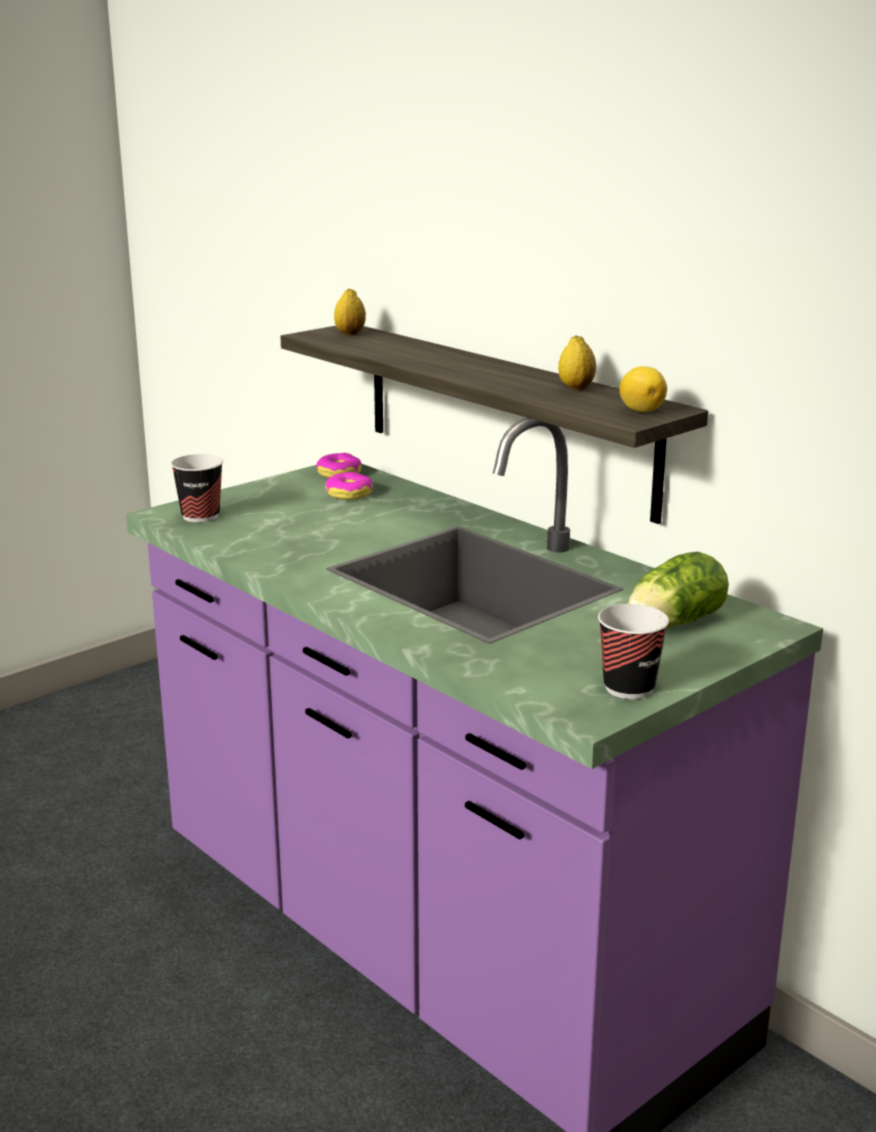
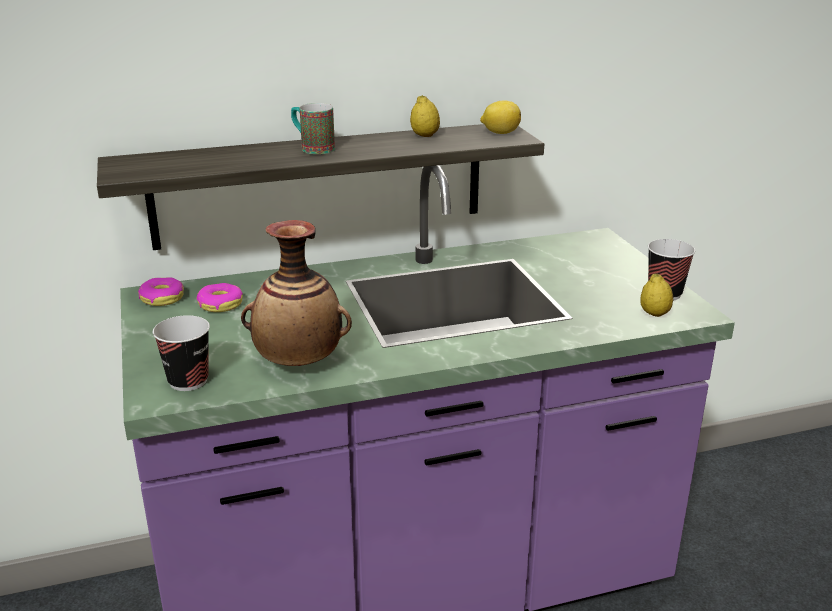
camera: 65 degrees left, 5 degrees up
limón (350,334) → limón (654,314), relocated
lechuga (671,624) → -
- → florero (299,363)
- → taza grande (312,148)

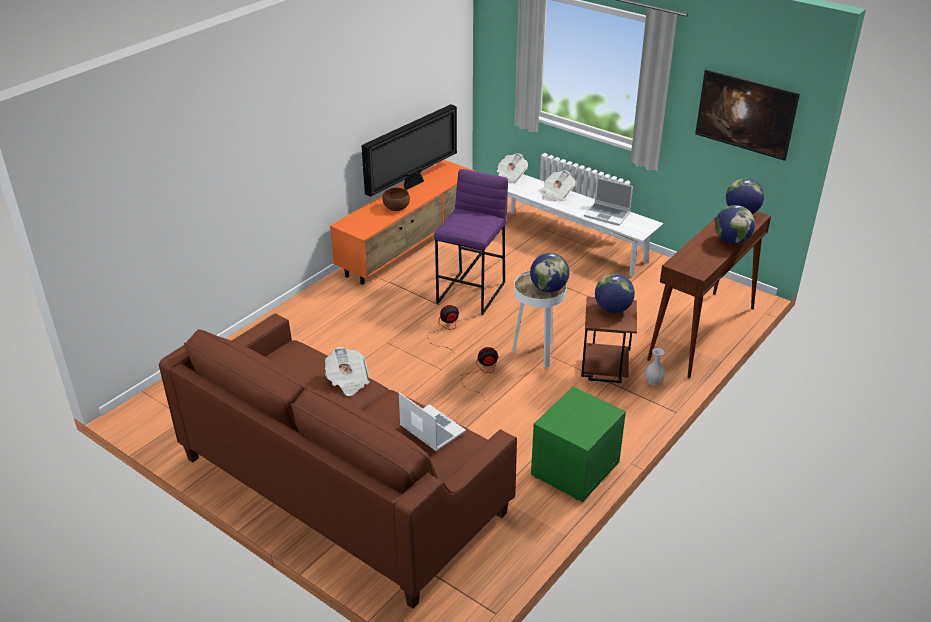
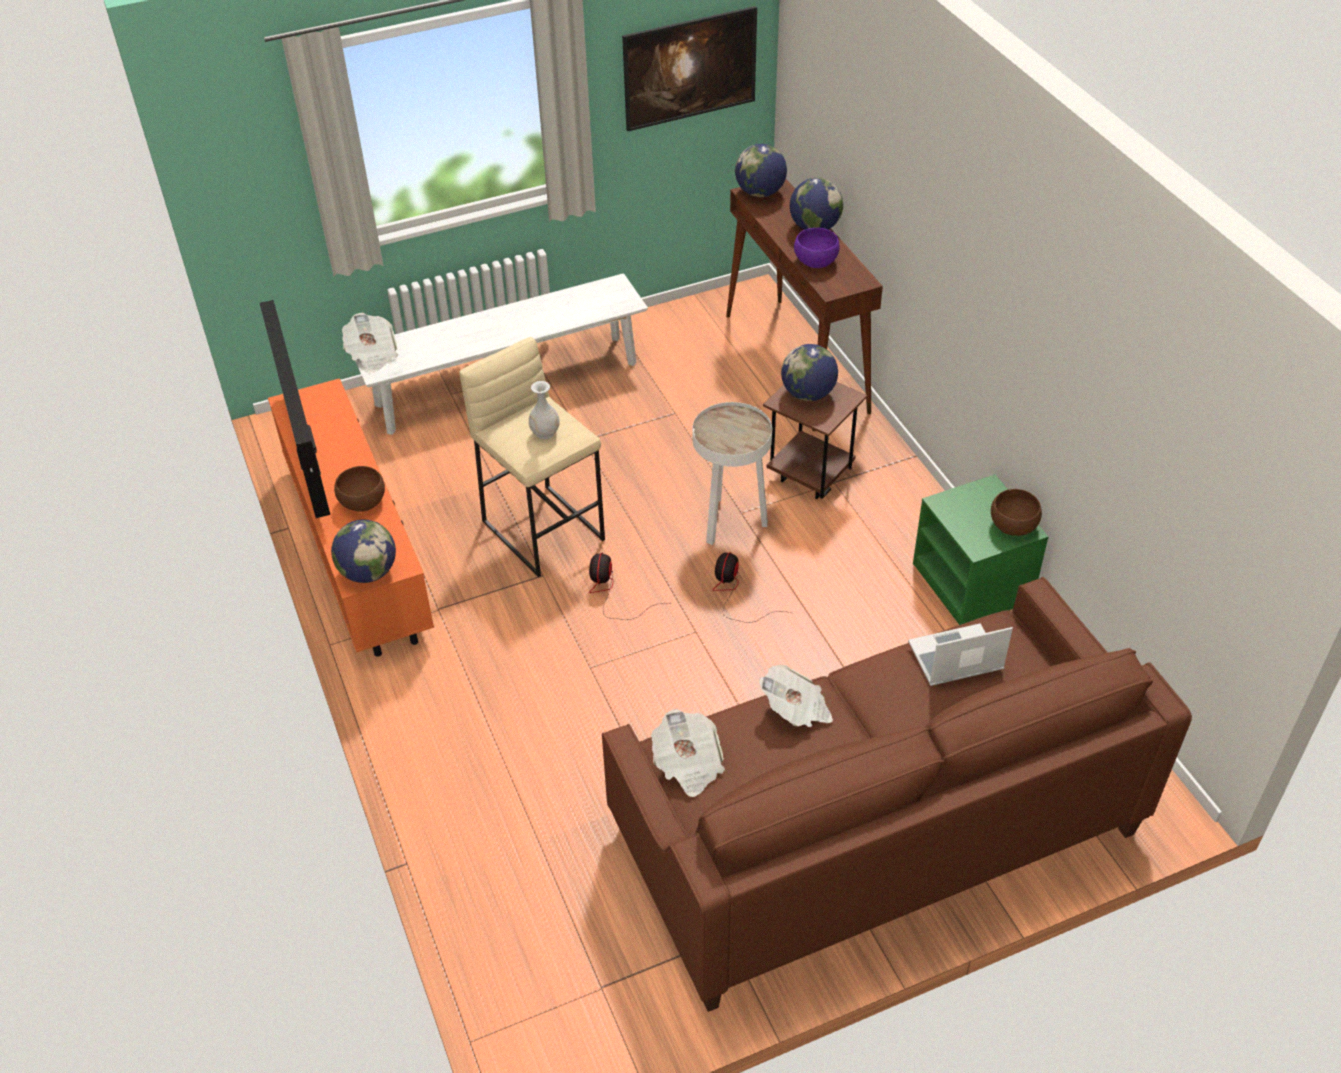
camera: 60 degrees left, 10 degrees up
taburete (morado) (472,293) → taburete (beis) (544,530)
globo terráqueo (548,288) → globo terráqueo (368,572), relocated
periódico (556,194) → periódico (688,765), relocated
portátil (607,215) → -
florero (blanco) (654,381) → florero (blanco) (545,432), relocated
- → cuenco (morado) (815,261)
- → cuenco (marrón) (1013,525)

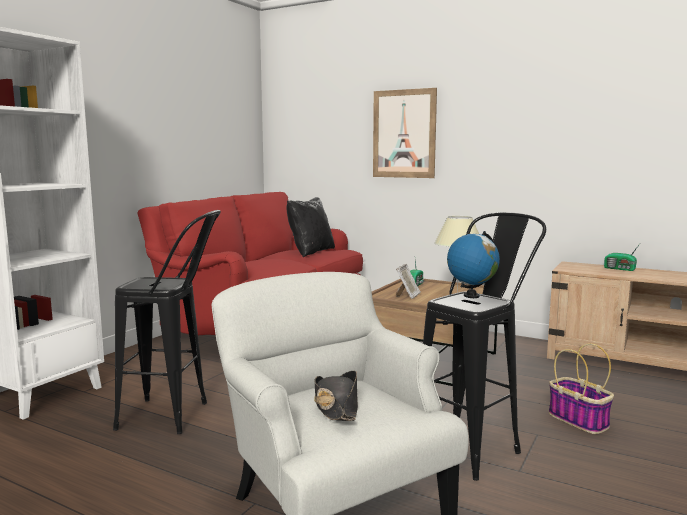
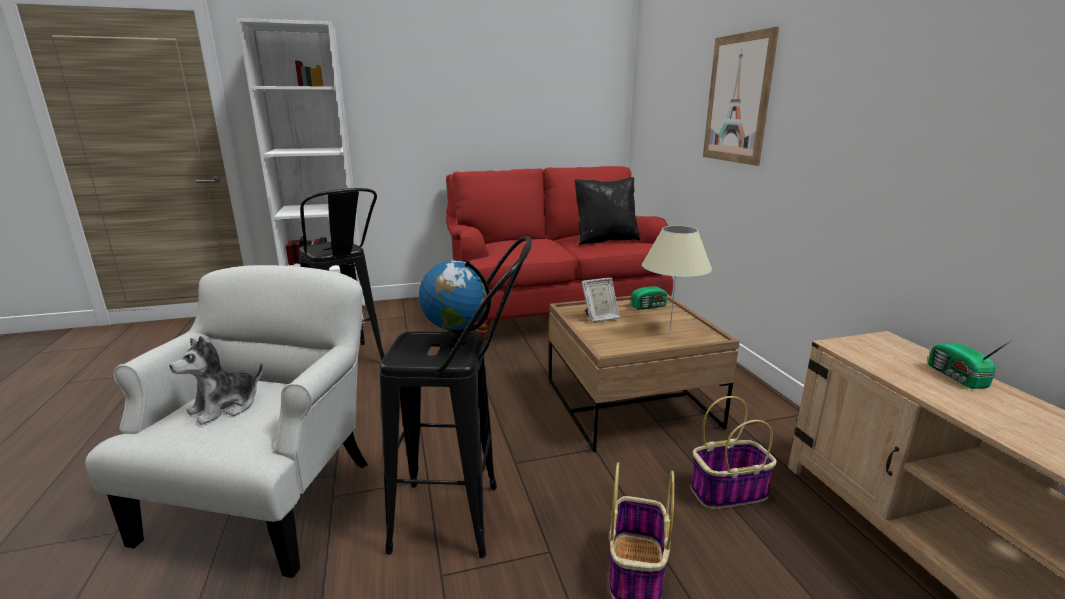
camera: 45 degrees right, 10 degrees up
sombrero (negro) (336,406) → peluche (225,407)
- → cesta (729,491)

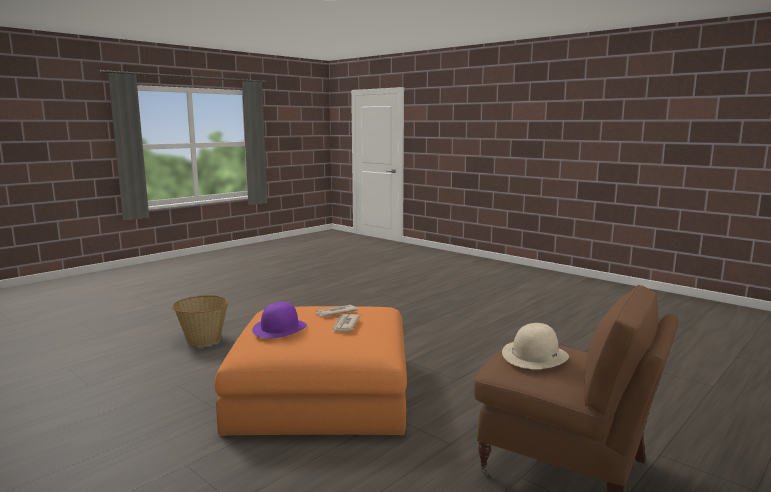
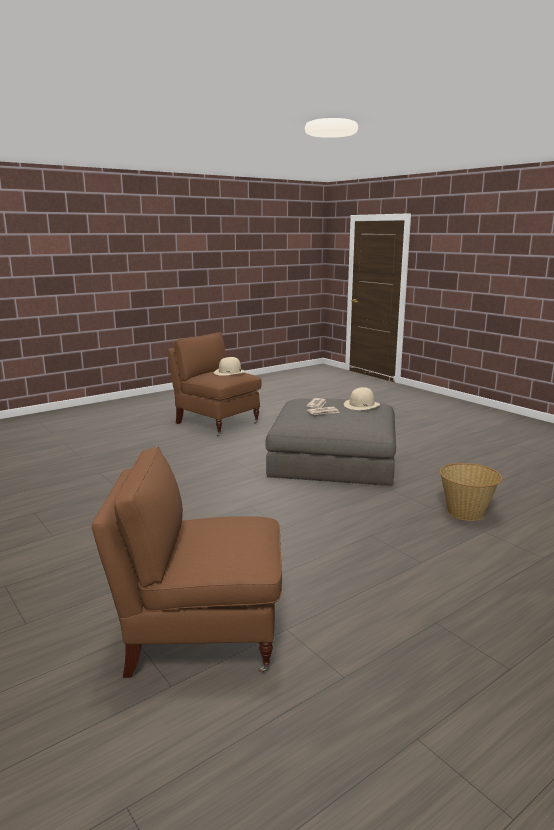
camera: 170 degrees left, 5 degrees up
puf (naranja) (321,392) → puf (gris) (333,459)
sombrero (morado) (279,328) → sombrero (beis) (361,405)
- → sillón (marrón) (200,635)

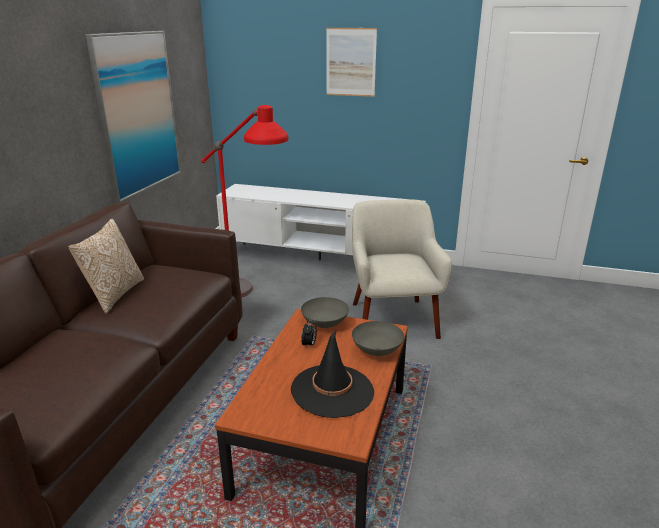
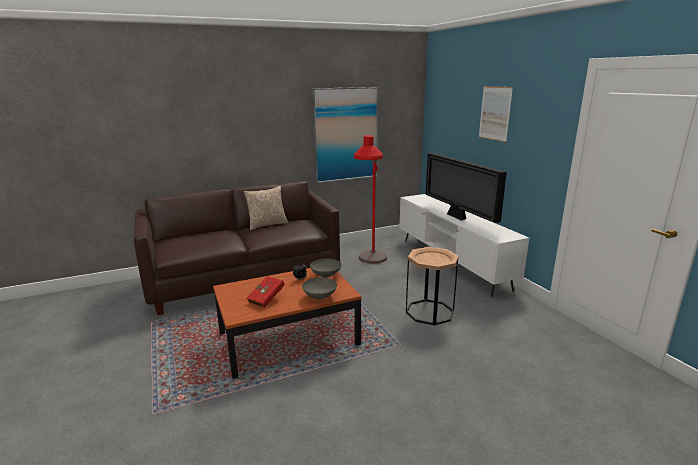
camera: 50 degrees right, 5 degrees down
sombrero (negro) (332,390) → libro (rojo) (268,299)
sillón (beis) (392,319) → mesa auxiliar (marrón) (429,312)
- → televisor (457,217)

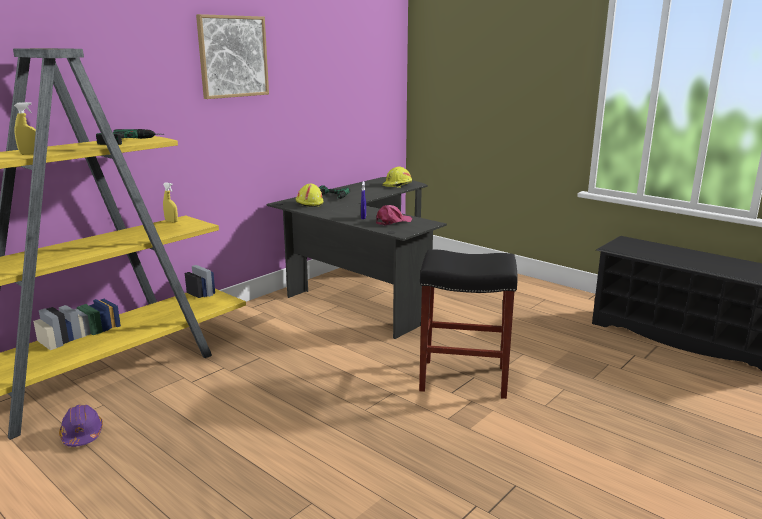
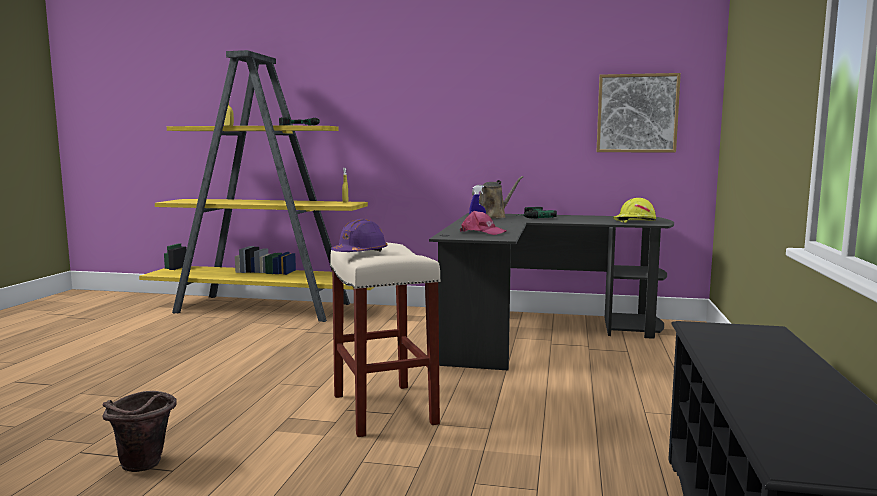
camera: 60 degrees right, 10 degrees down
casco (morado) (82,434) → casco (morado) (360,253), relocated
cuadro (233,56) → cuadro (637,113), relocated
casco (amarillo) (309,203) → regadera (marrón) (493,216)
taburete (negro) (465,378) → taburete (beis) (385,410)
- → cubo (marrón) (144,467)

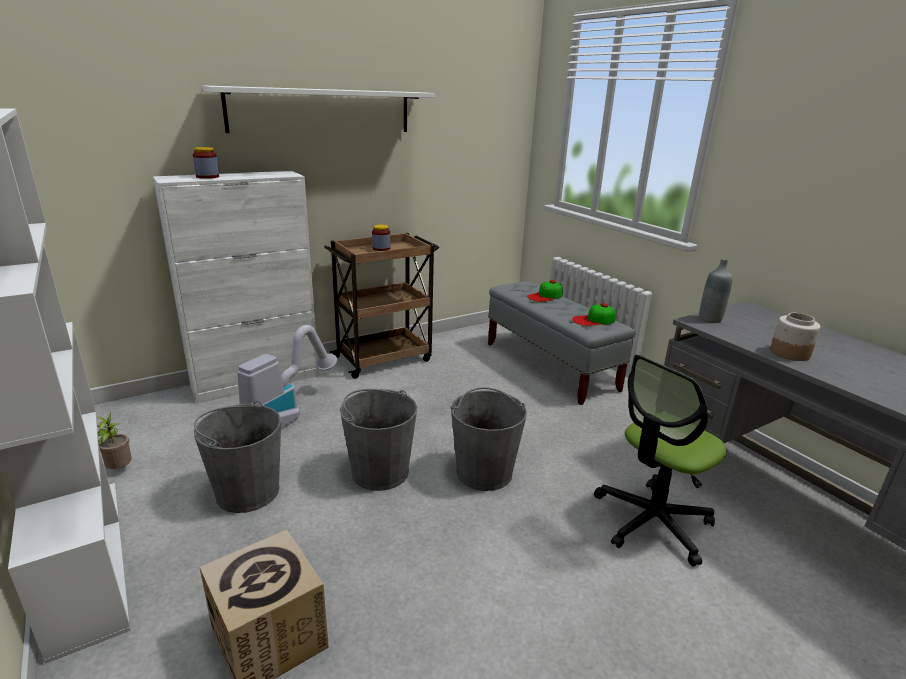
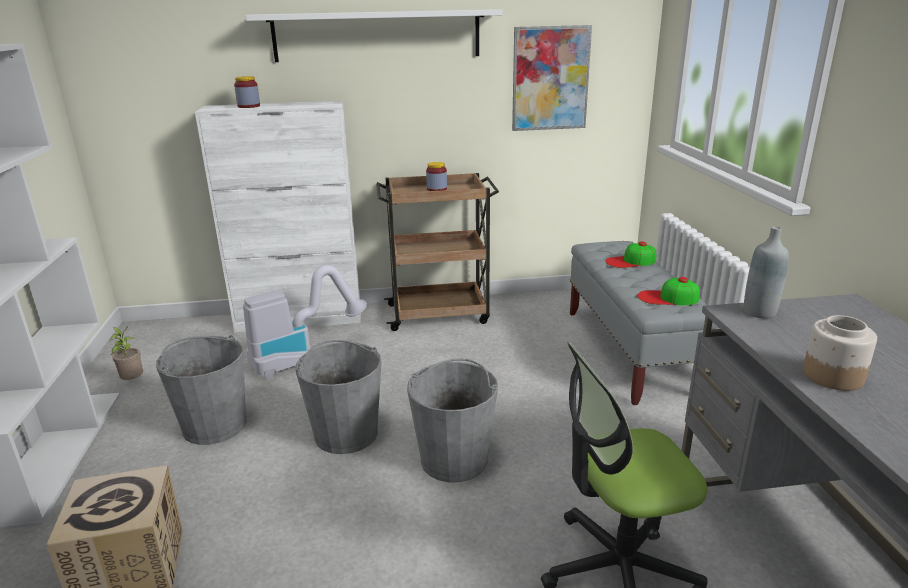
camera: 25 degrees right, 0 degrees up
- → cuadro (550,79)

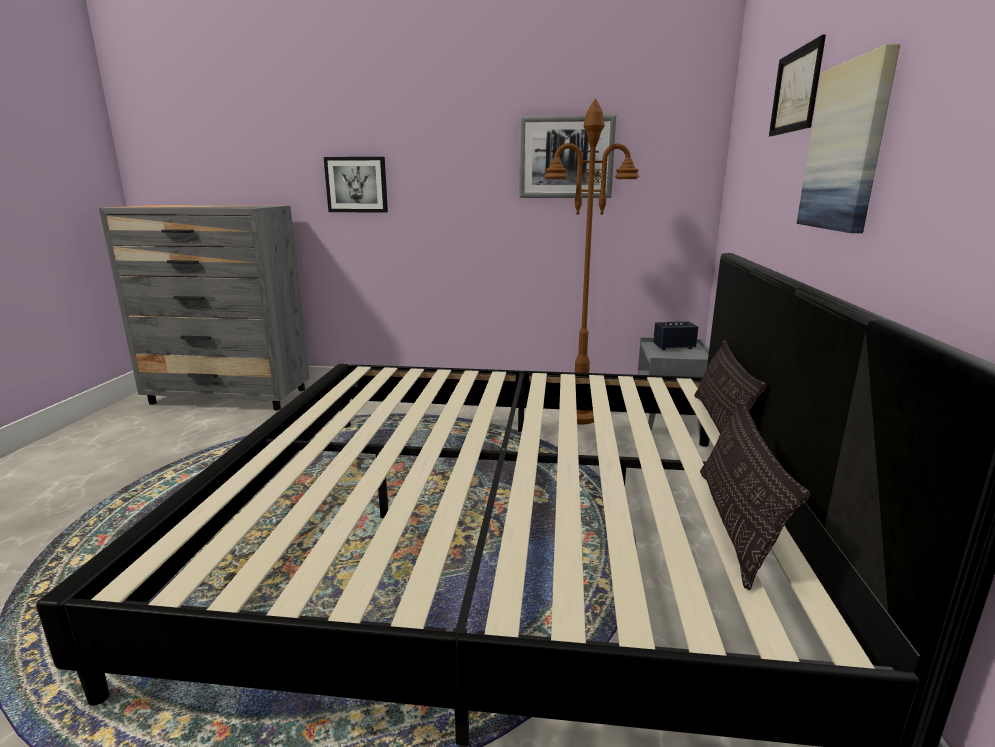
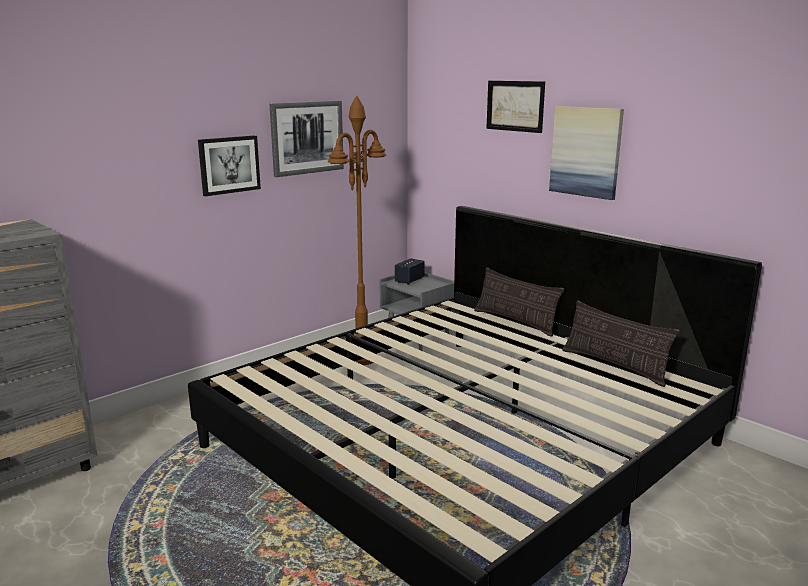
camera: 50 degrees left, 0 degrees up
cuadro (356,184) → cuadro (229,165), relocated

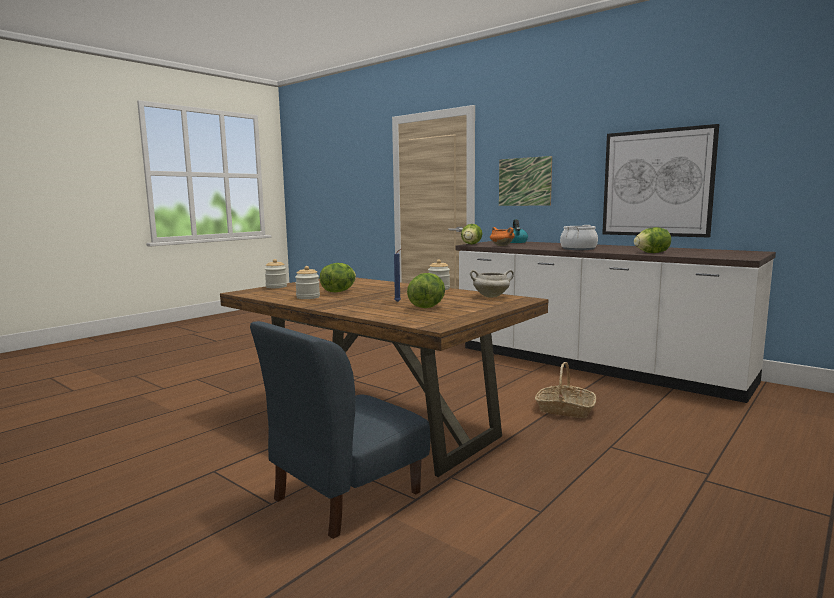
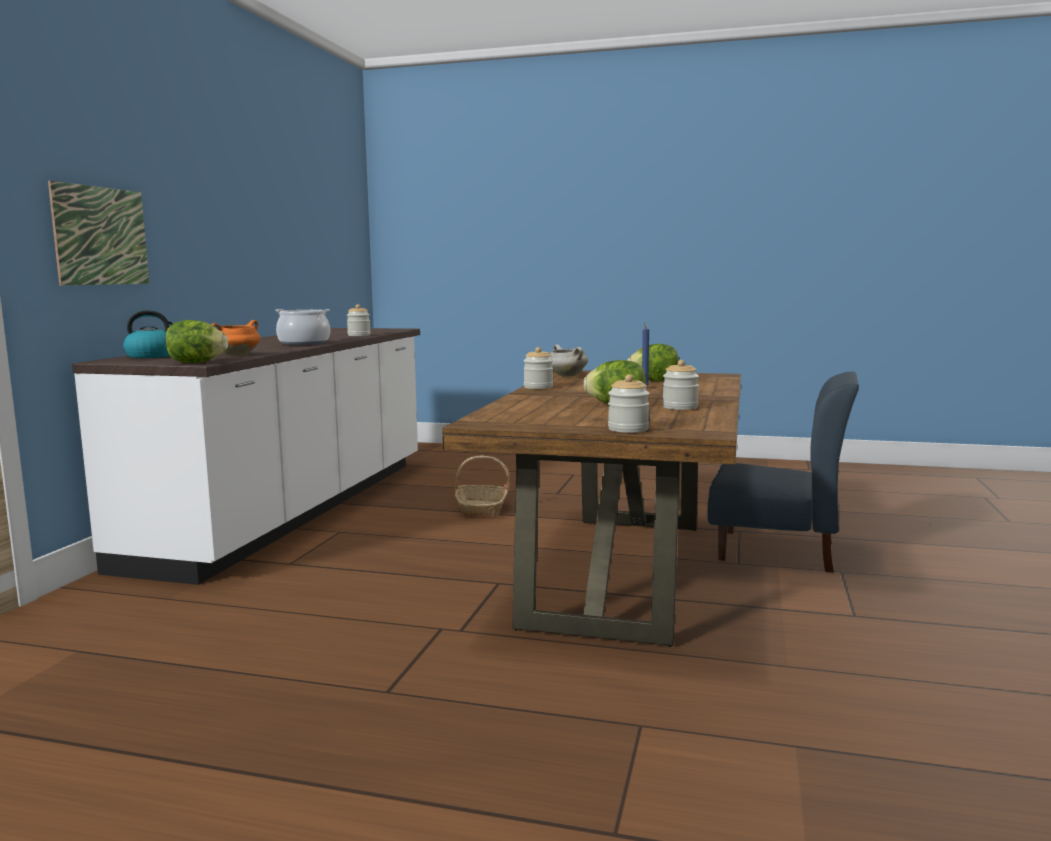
camera: 115 degrees left, 0 degrees up
cuadro (657,183) → -
lechuga (652,253) → tarro (359,335)

